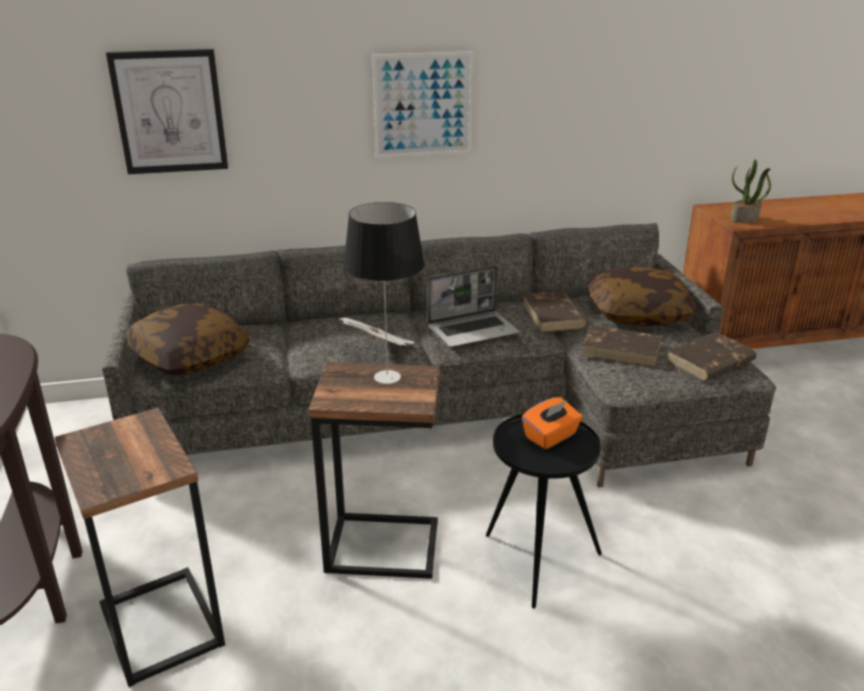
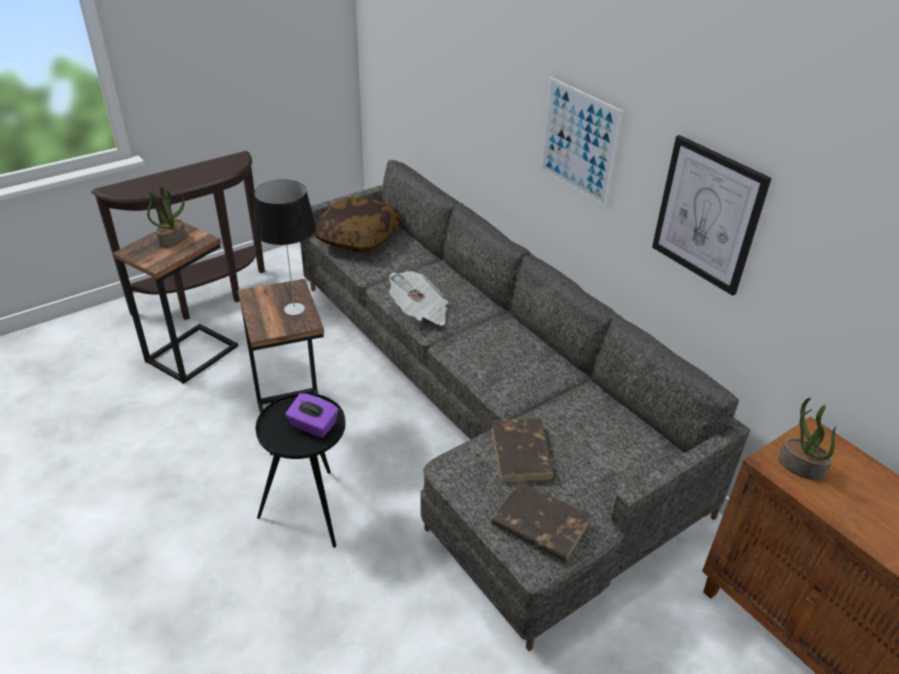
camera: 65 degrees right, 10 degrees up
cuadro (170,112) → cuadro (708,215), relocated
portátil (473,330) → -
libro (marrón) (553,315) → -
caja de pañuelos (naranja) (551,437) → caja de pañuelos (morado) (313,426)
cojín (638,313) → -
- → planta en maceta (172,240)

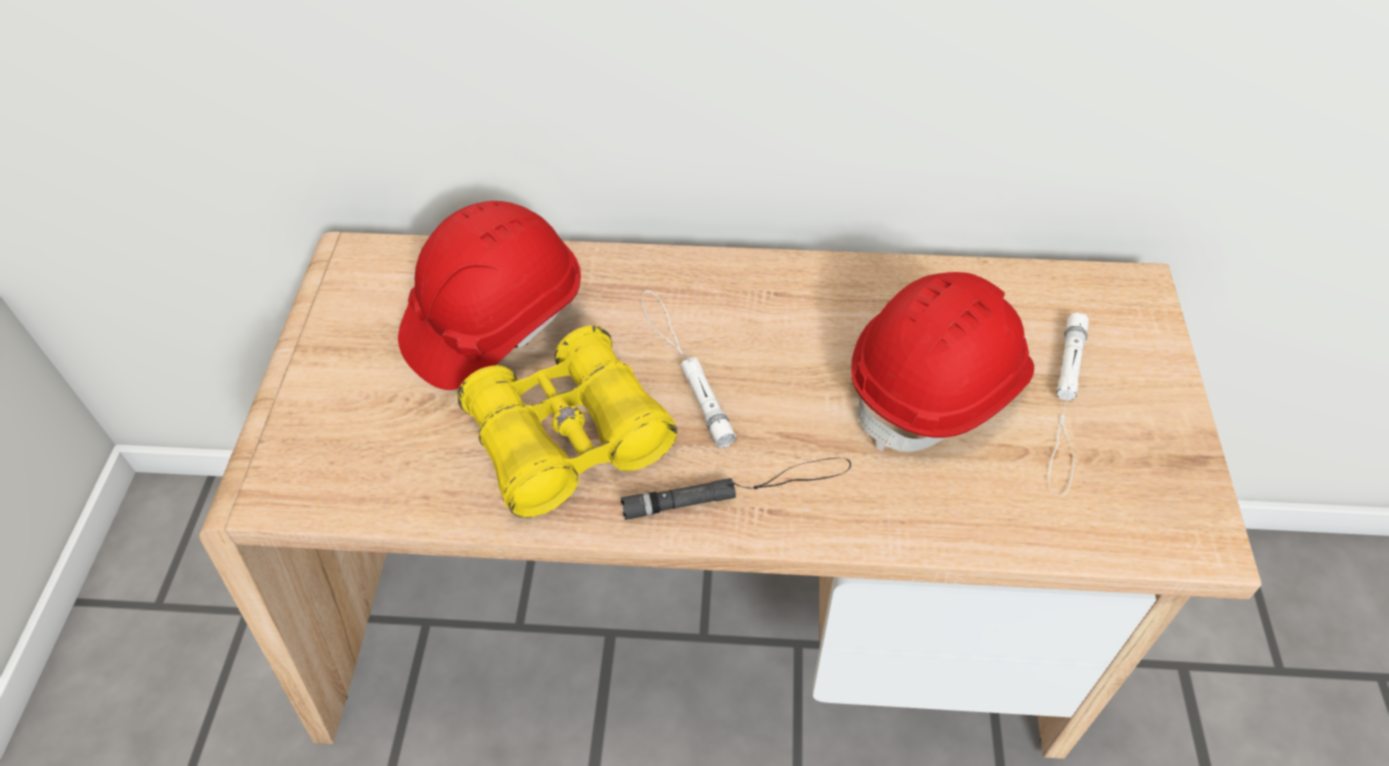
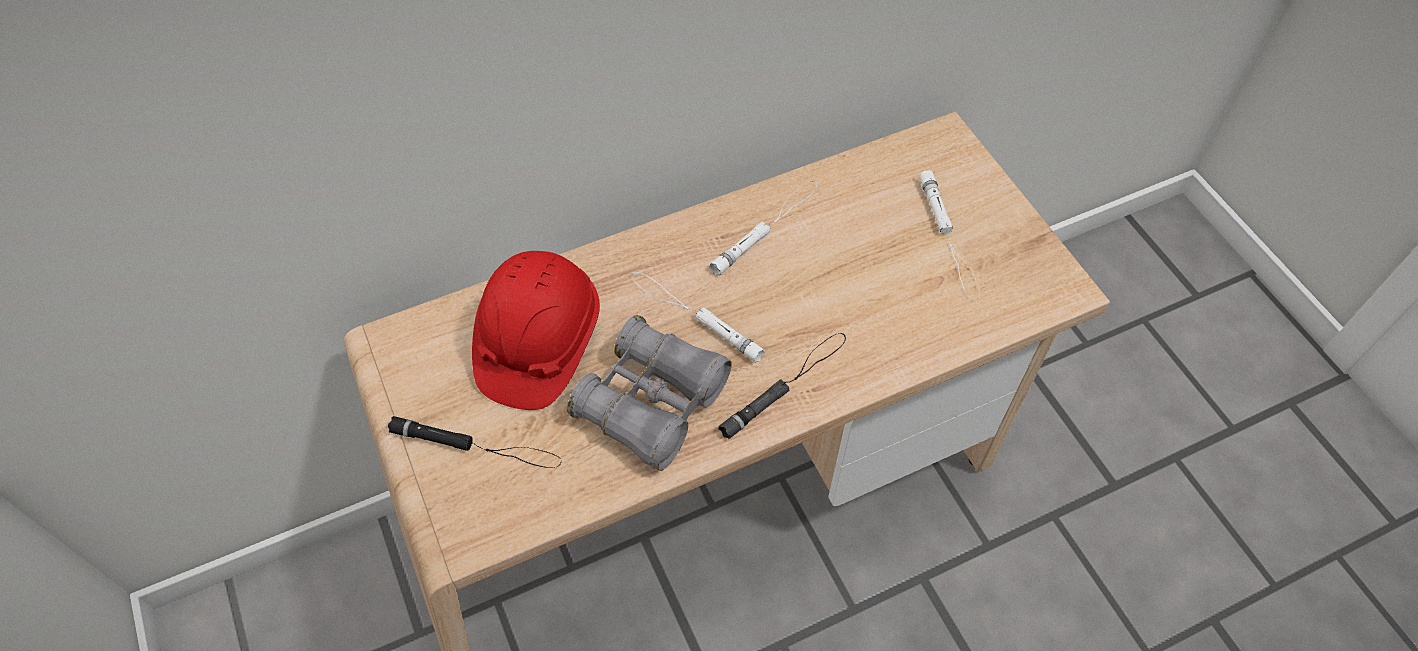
camera: 30 degrees left, 5 degrees up
prismáticos (amarillo) (568,439) → prismáticos (gris) (652,403)
casco (rojo) (939,386) → -
- → linterna (negro) (476,445)
- → linterna (blanco) (766,227)

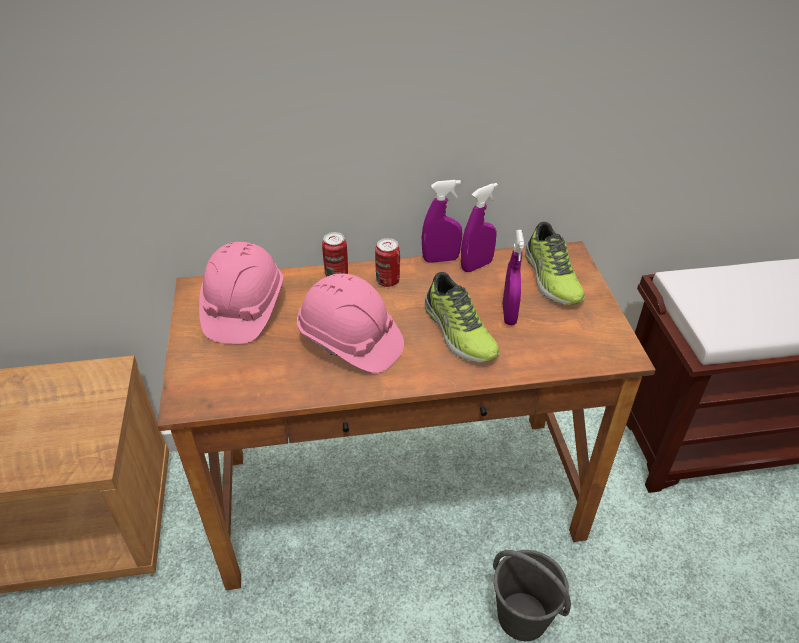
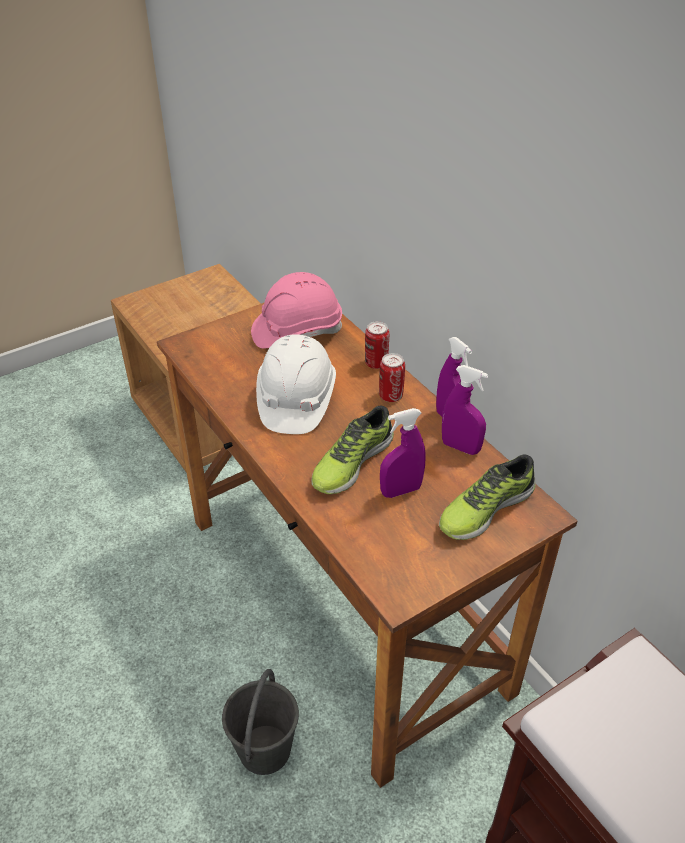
camera: 65 degrees right, 0 degrees up
casco (rosa) (350,341) → casco (blanco) (295,400)

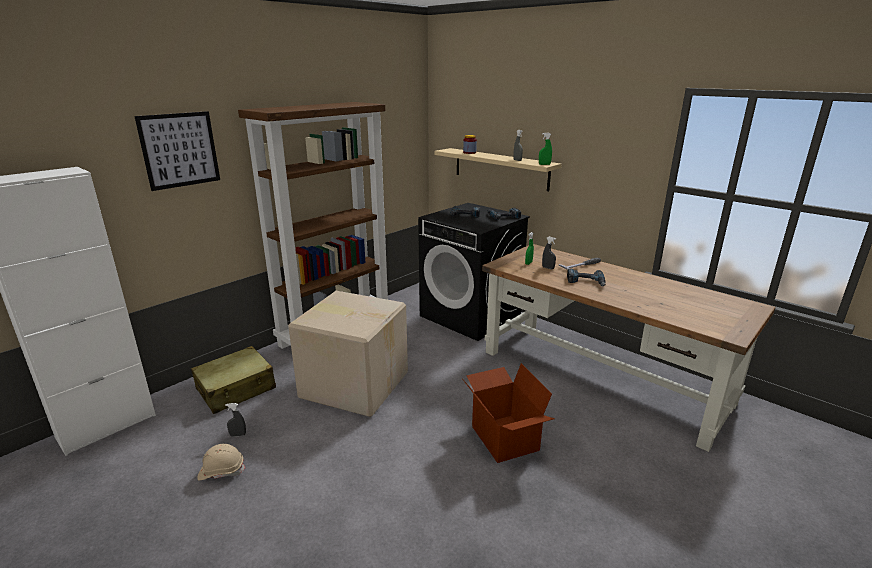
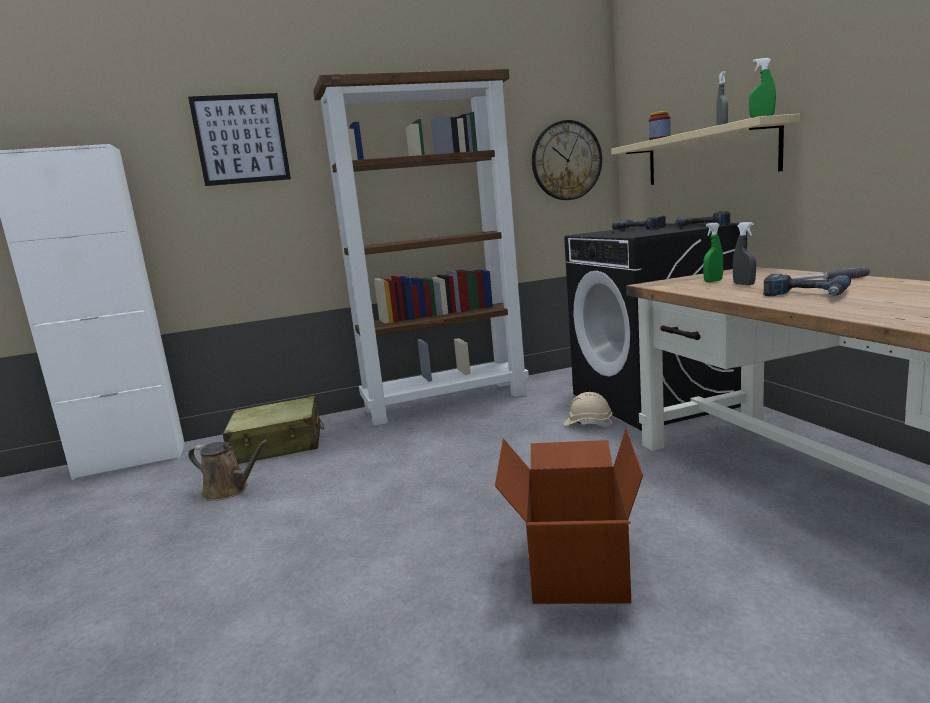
camera: 30 degrees right, 10 degrees down
casco (beis) (221,471) → casco (beis) (588,424), relocated
pulverizador (gris) (238,435) → regadera (marrón) (229,490)
caja de cartón (354,384) → -
- → reloj de pared (566,160)

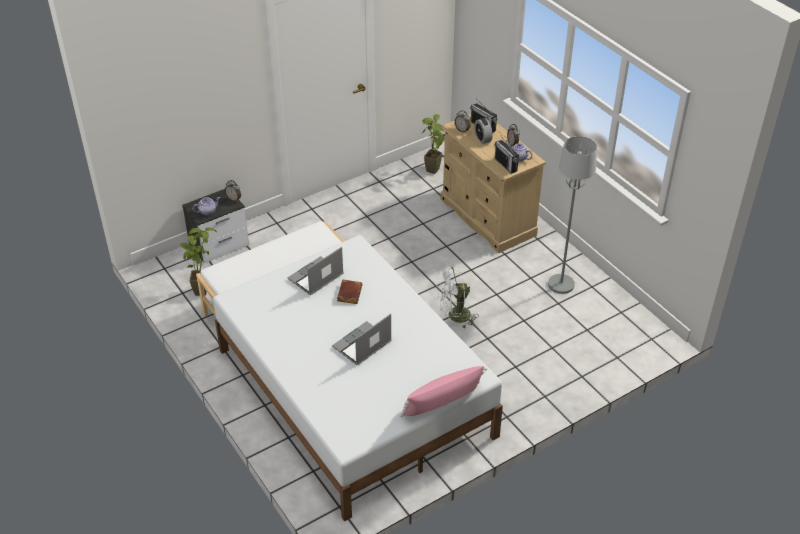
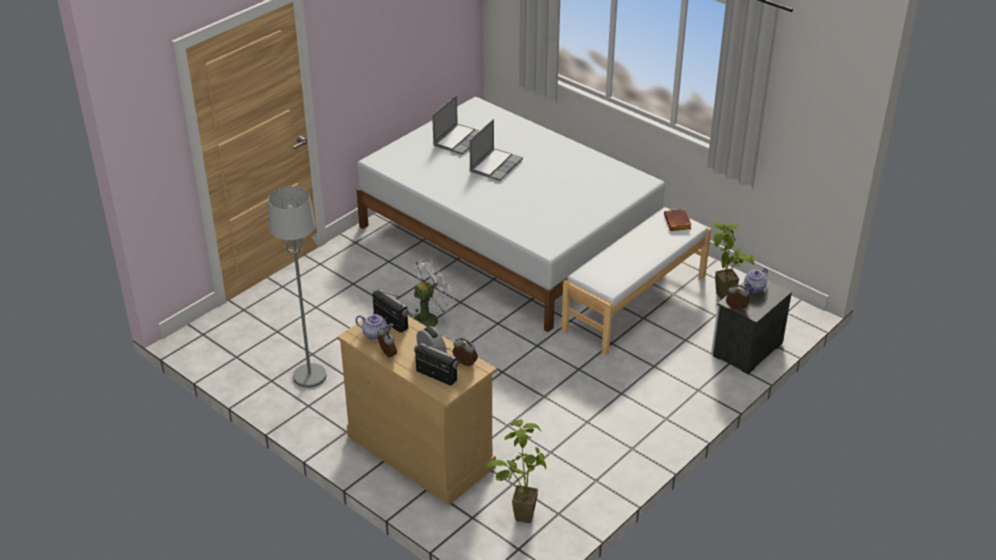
camera: 165 degrees right, 5 degrees down
portátil (315,278) → portátil (458,140), relocated
libro (marrón) (348,293) → libro (marrón) (678,223), relocated
cojín (rosa) (441,402) → -

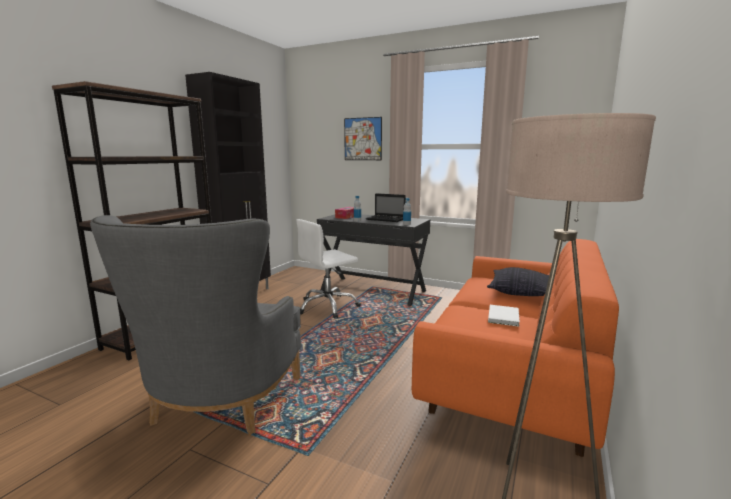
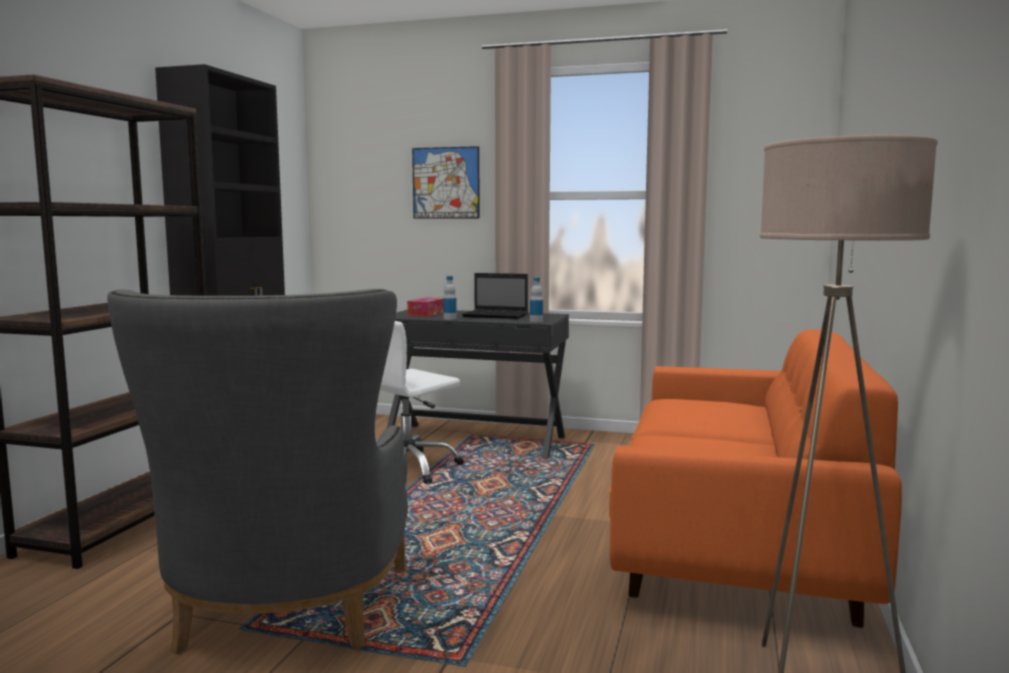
camera: 10 degrees left, 5 degrees down
cojín (520,292) → -
libro (blanco) (504,316) → -

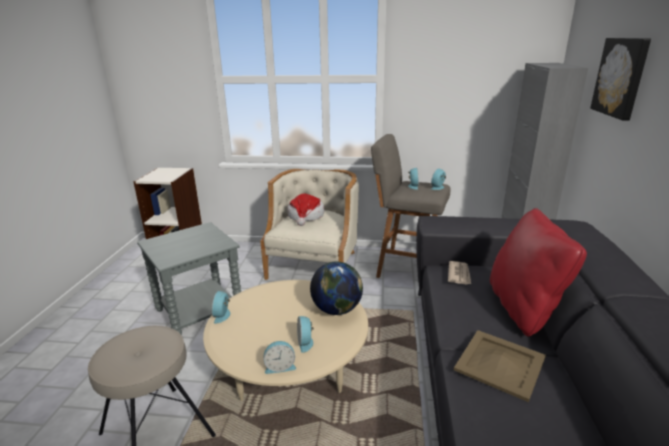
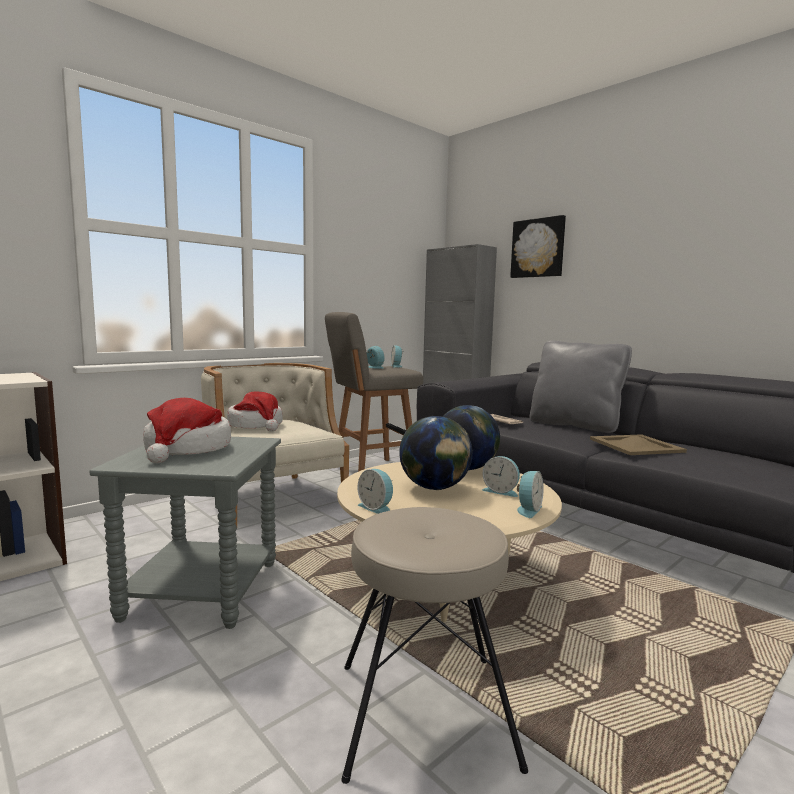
camera: 50 degrees left, 15 degrees down
cojín (rojo) (523,308) → cojín (gris) (575,425)
- → sombrero (187,449)
- → globo terráqueo (434,488)

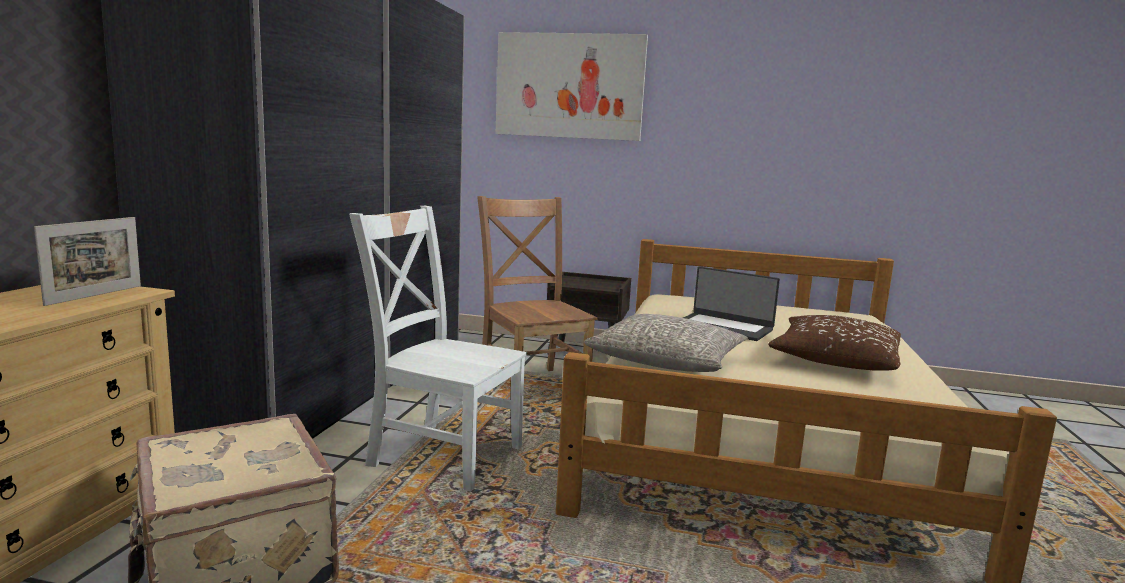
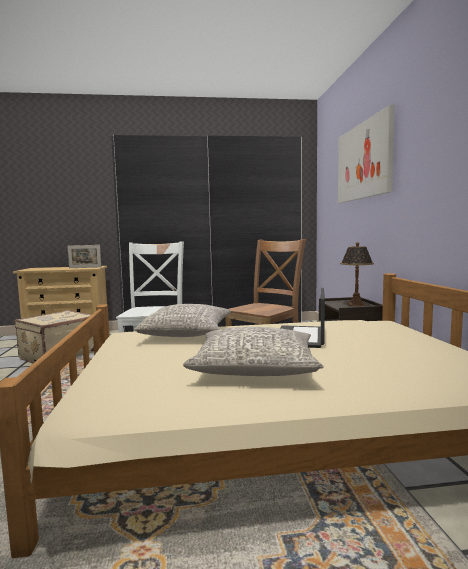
camera: 70 degrees right, 5 degrees down
cojín (marrón) (835,359) → cojín (gris) (255,368)
- → lámpara de mesa (356,304)

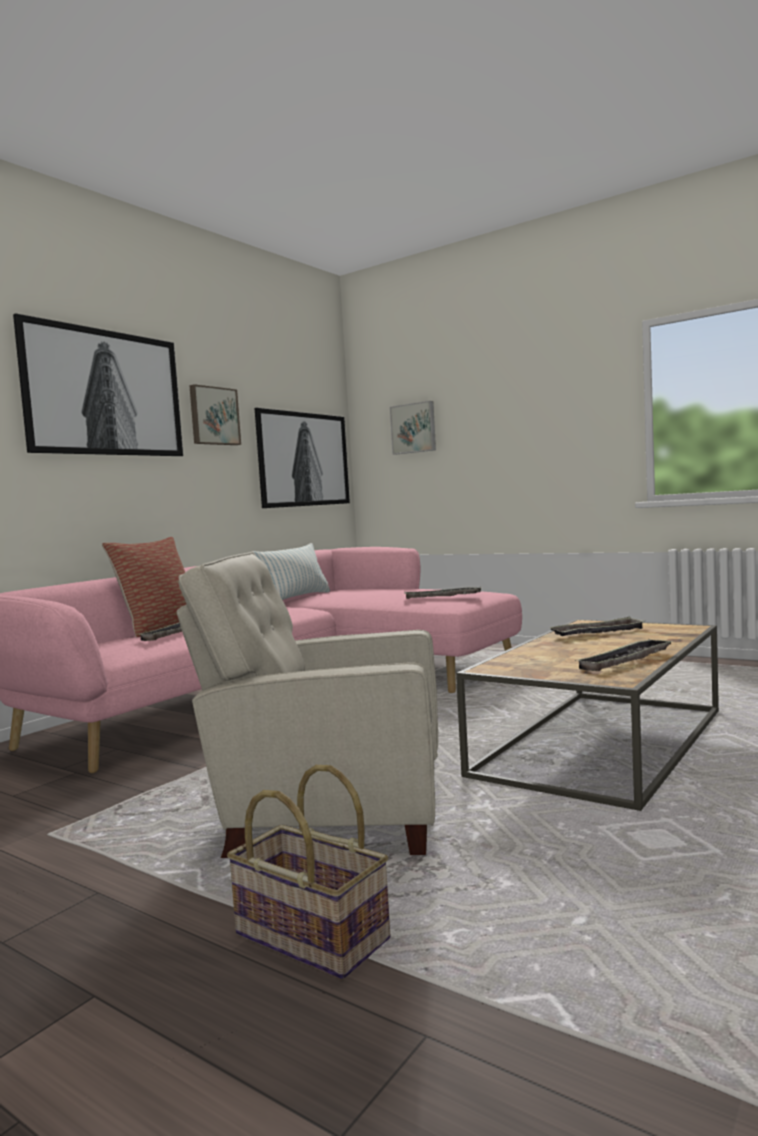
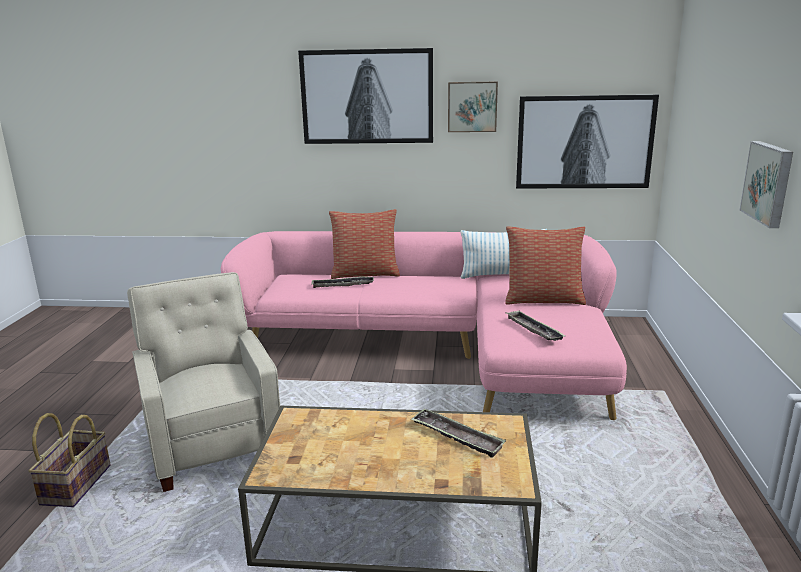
camera: 60 degrees right, 15 degrees up
cuadro (414,428) → cuadro (769,183), relocated
bandeja (625,660) → -
- → cojín (543,300)

